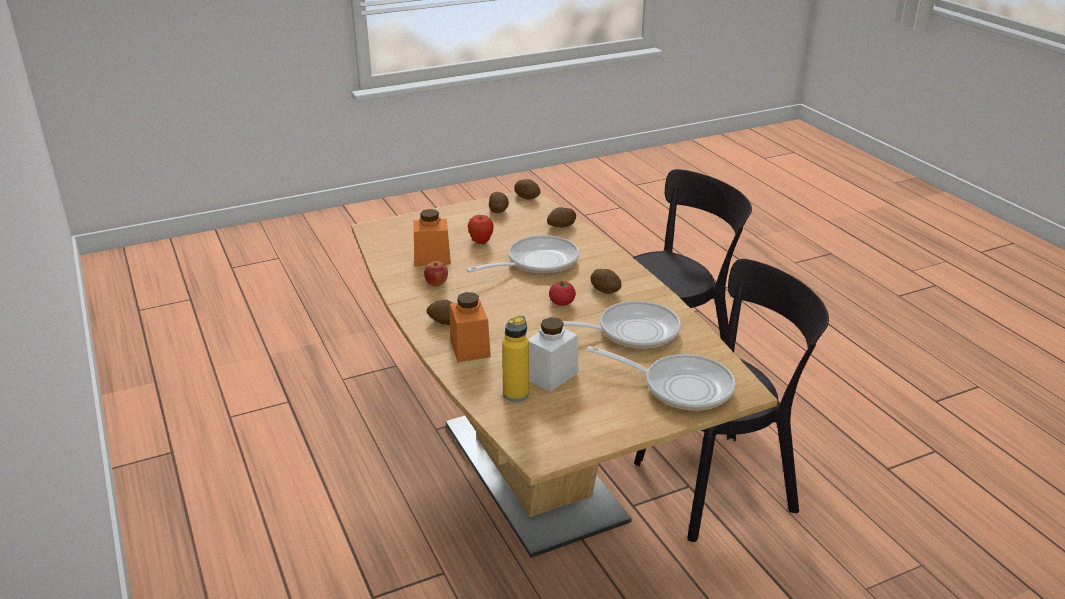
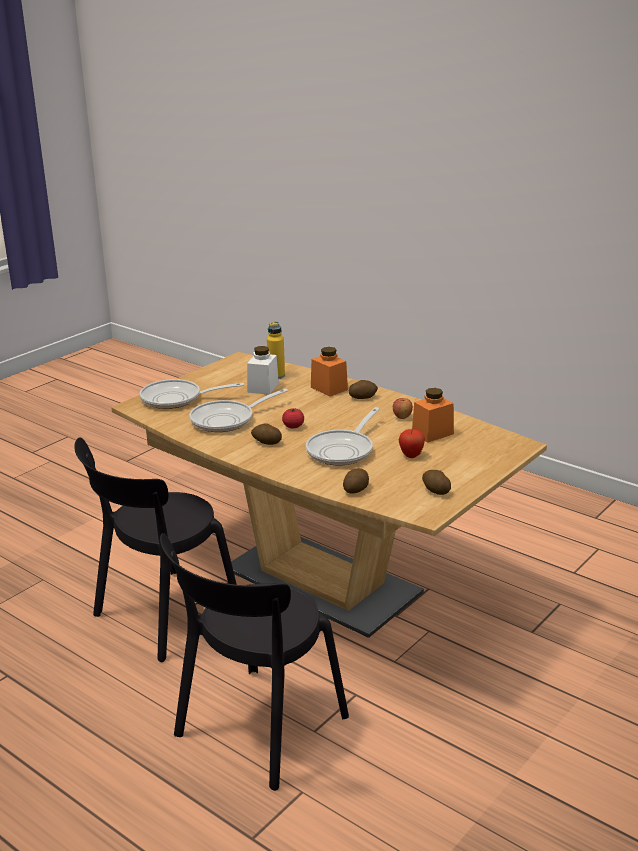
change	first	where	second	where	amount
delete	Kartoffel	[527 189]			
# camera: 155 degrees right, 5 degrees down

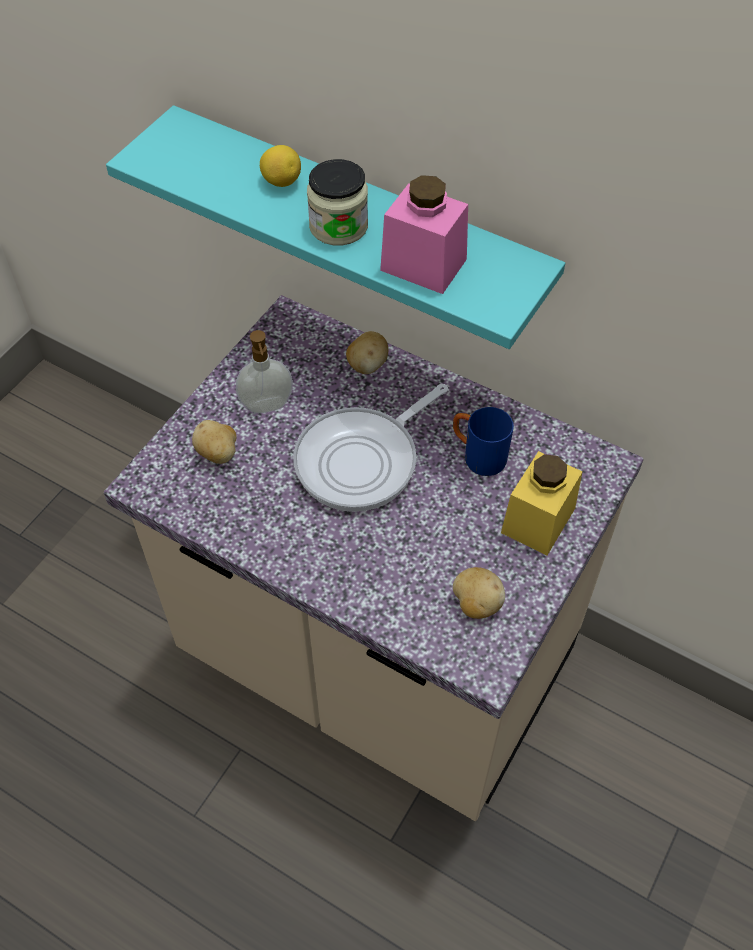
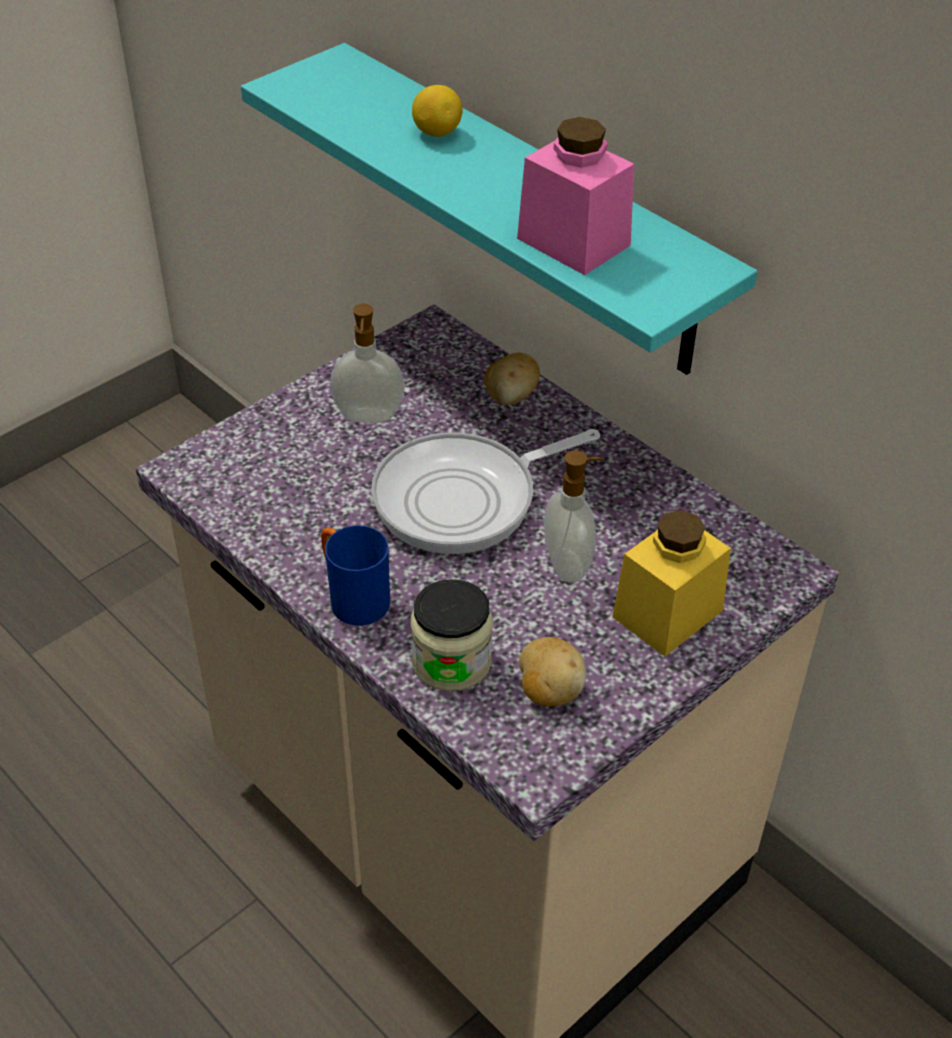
change	first	where	second	where	amount
move	Henkelbecher (blau)	[483 441]		[355 575]	
move	Vorratsglas	[337 202]		[452 635]	
insert			Seifenspender	[574 516]	
delete	Kartoffel	[214 442]			
# camera: 15 degrees right, 10 degrees down

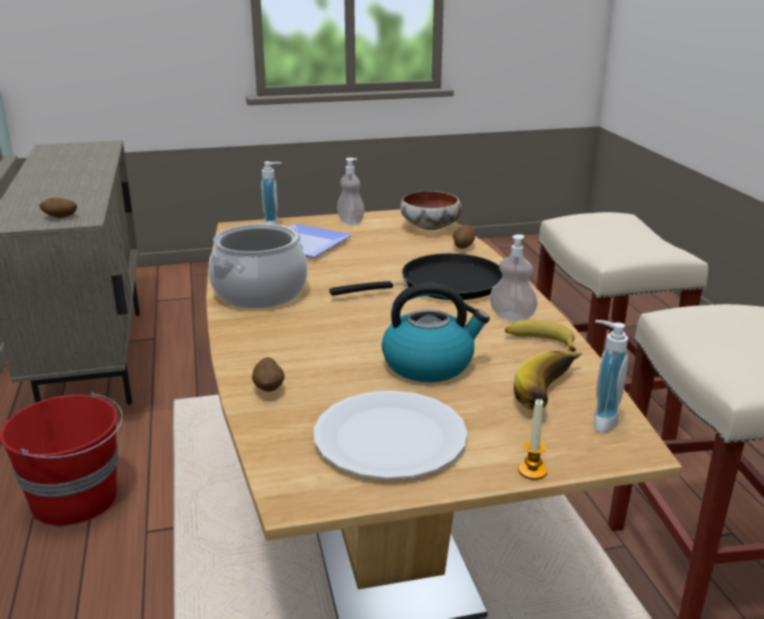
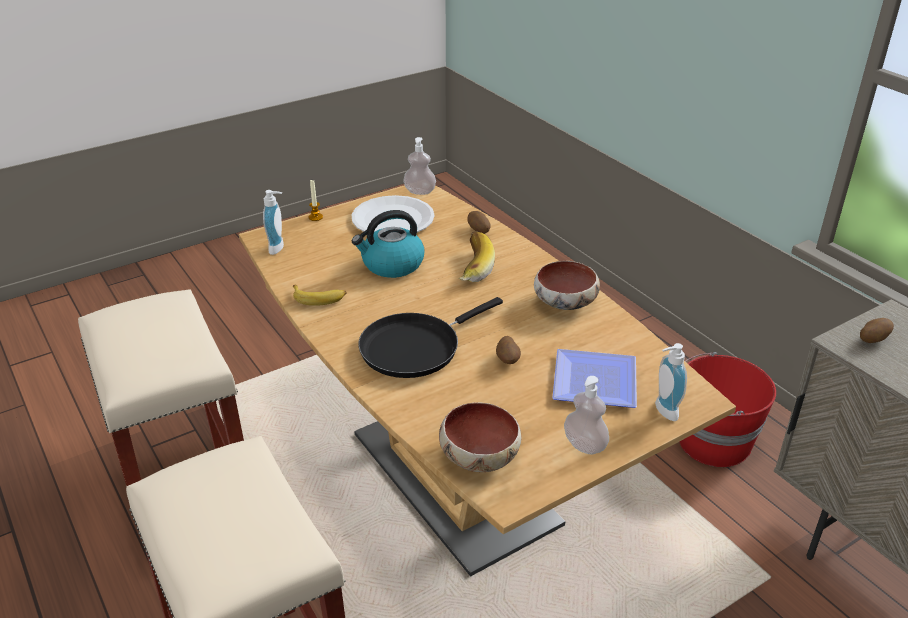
change	first	where	second	where	amount
move	Seifenspender	[514 277]		[419 166]	
move	Banane	[548 380]		[477 256]	
move	Kartoffel	[464 237]		[508 350]	
replace	Kochtopf	[258 266]	Schüssel	[567 285]	
# camera: 160 degrees right, 10 degrees up

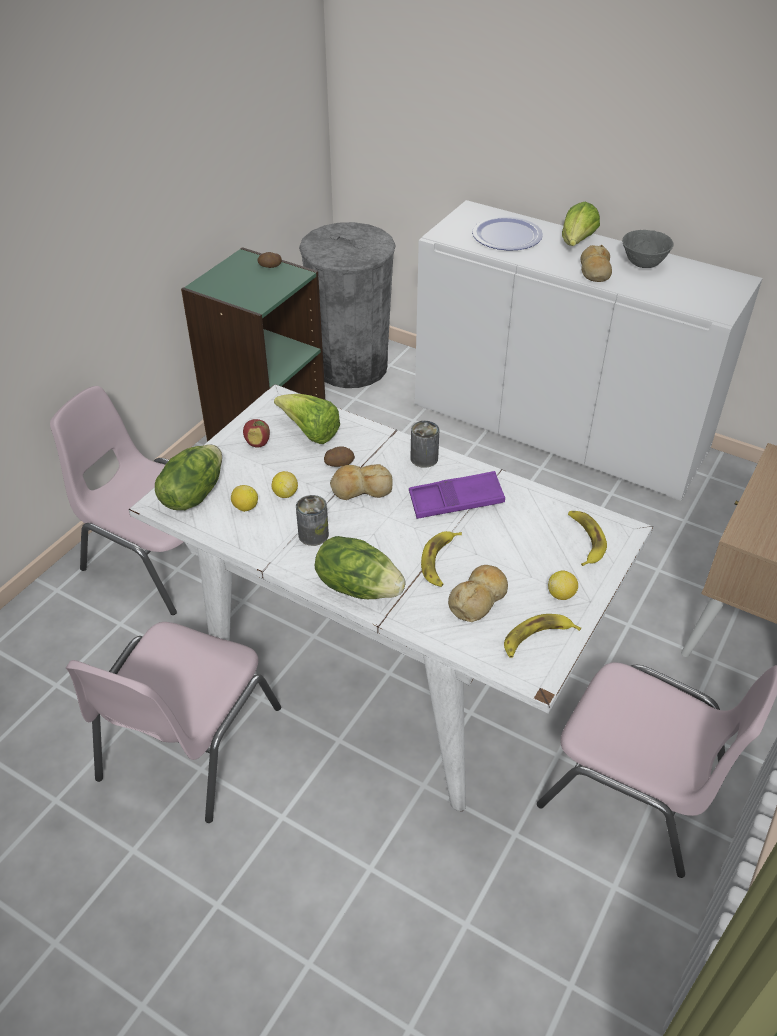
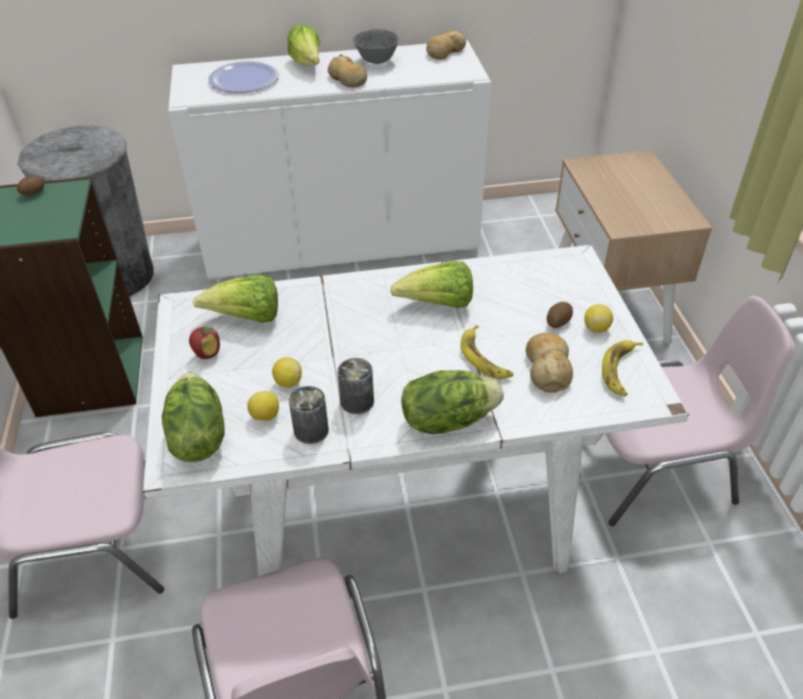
change	first	where	second	where	amount
move	Dose	[424 444]		[309 415]	
replace	Tablett (lila)	[457 495]	Salatkopf	[431 284]	
move	Brot	[361 482]		[446 44]	
move	Kartoffel	[339 456]		[560 315]	
delete	Banane	[587 538]			
# camera: 40 degrees left, 0 degrees up

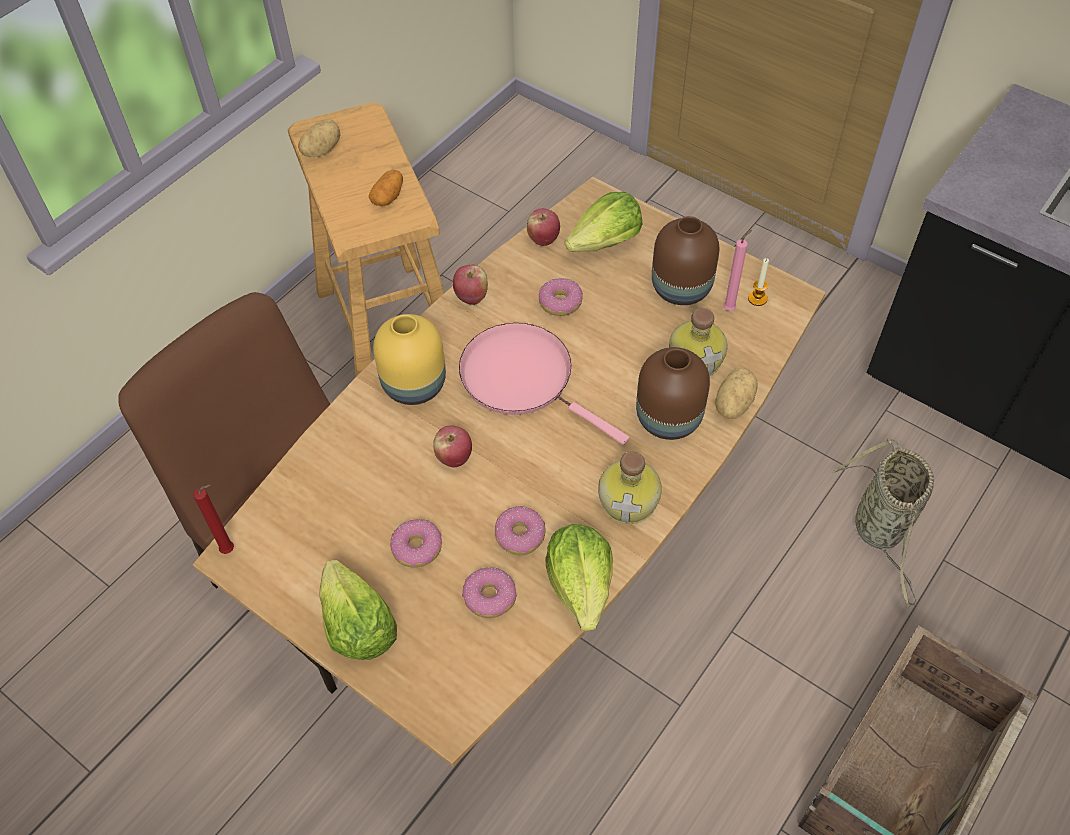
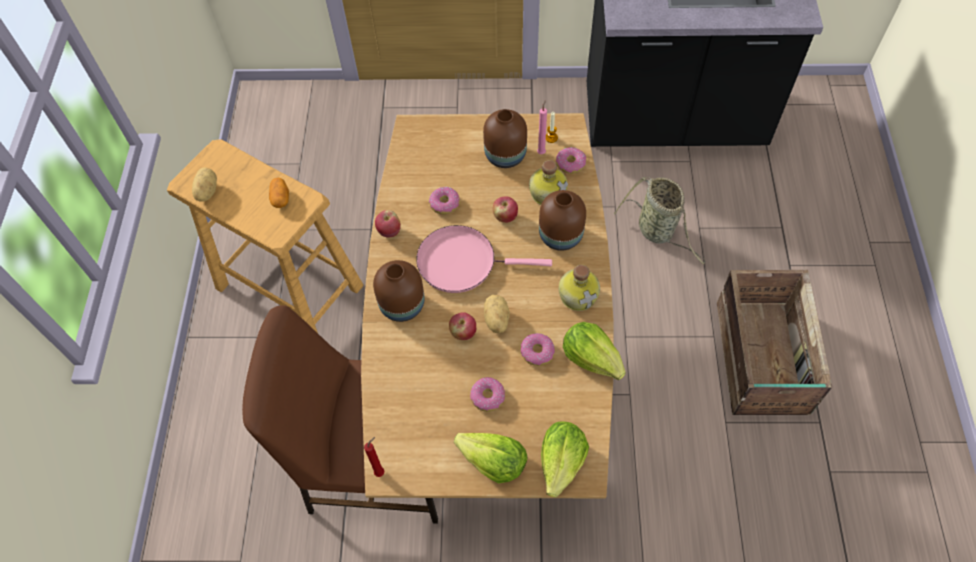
change	first	where	second	where	amount
recolor	Vase (gelb)	[409 359]	Vase (braun)	[399 291]	
move	Kartoffel	[736 393]		[497 314]	
move	Apfel	[543 227]		[505 209]	
move	Salatkopf	[604 222]		[565 459]	
move	Donut	[489 592]		[571 160]	
# camera: 35 degrees left, 5 degrees up

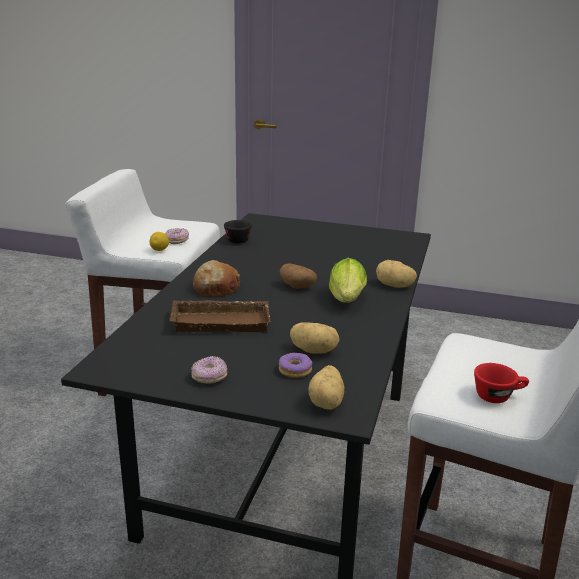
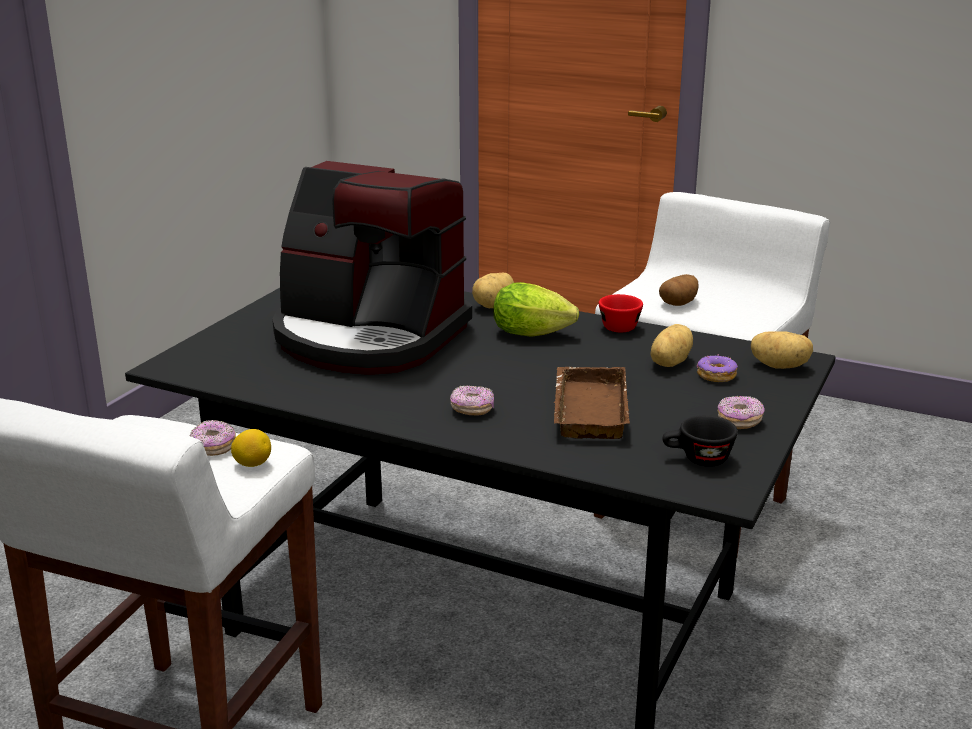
change	first	where	second	where	amount
insert			Kaffeemaschine	[372 268]	
replace	Brot	[217 278]	Donut	[472 400]	
move	Tasse (rot)	[501 383]		[621 313]	
move	Kartoffel	[298 276]		[679 290]	
move	Tasse (schwarz)	[238 231]		[700 441]	
# camera: 80 degrees left, 0 degrees up

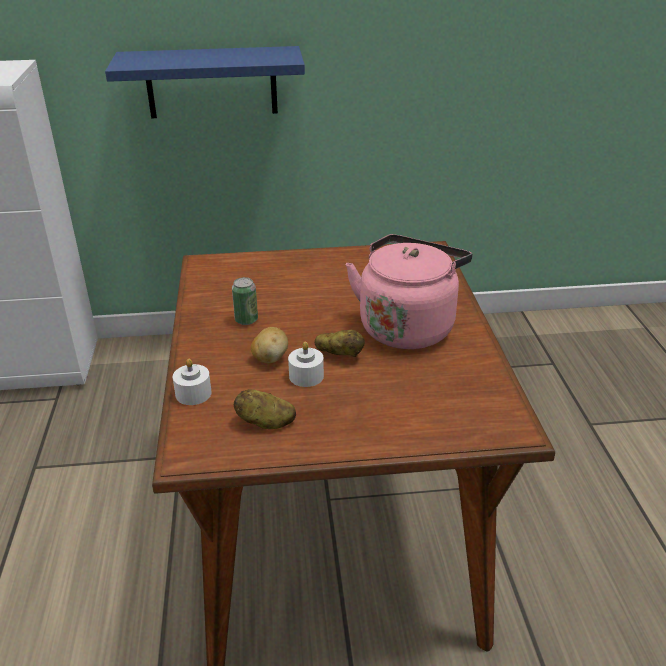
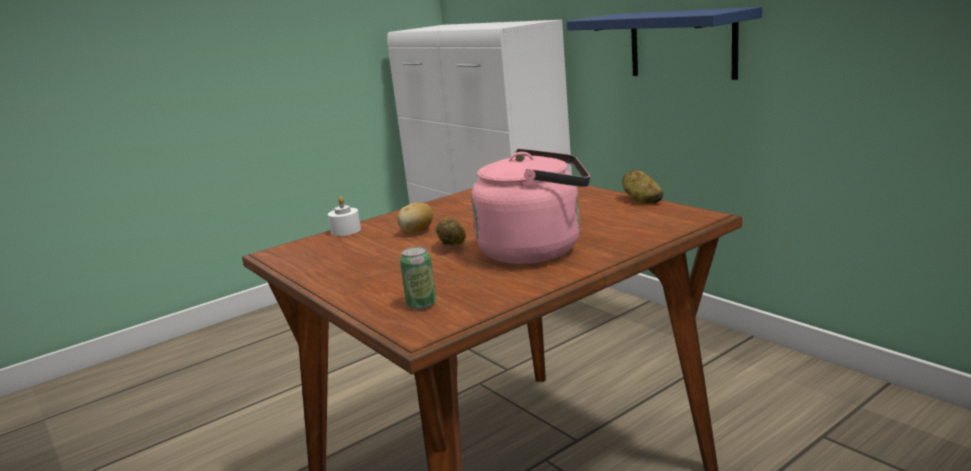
change	first	where	second	where	amount
move	Dose	[245 301]		[418 278]	
move	Kartoffel	[265 409]		[642 187]	
delete	Kerze (weiß)	[306 364]			
# camera: 60 degrees right, 15 degrees down

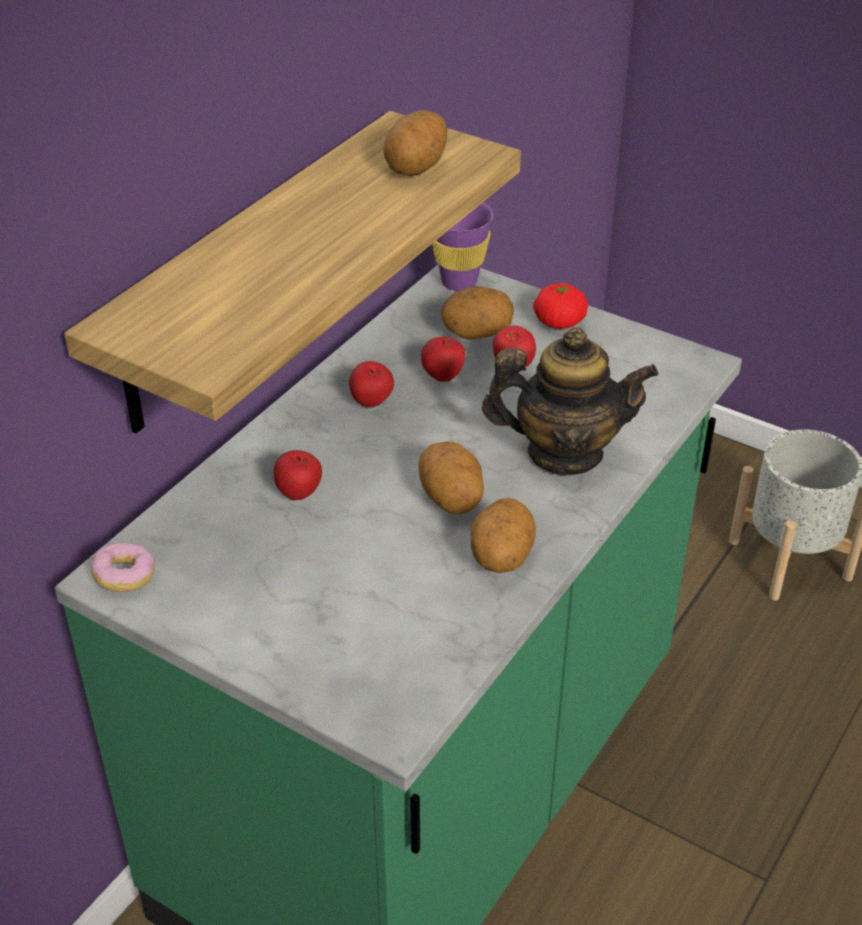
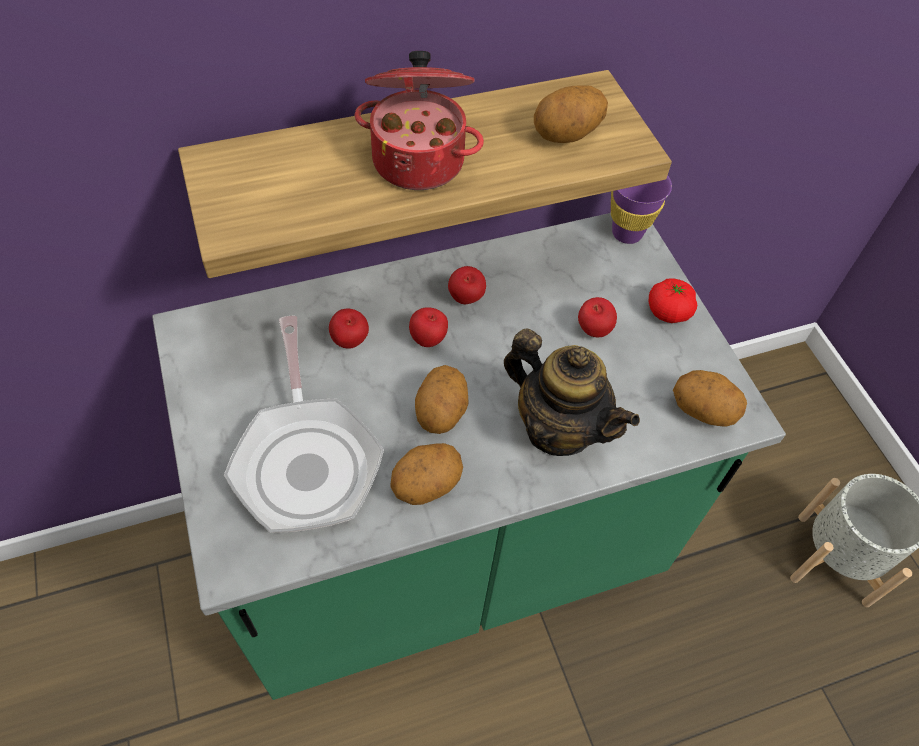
change	first	where	second	where	amount
insert			Pfanne	[304 424]	
insert			Kochtopf	[419 120]	
move	Apfel	[443 359]		[428 327]	
move	Kartoffel	[477 312]		[710 398]	
delete	Donut	[123 567]			
# camera: 35 degrees right, 15 degrees up

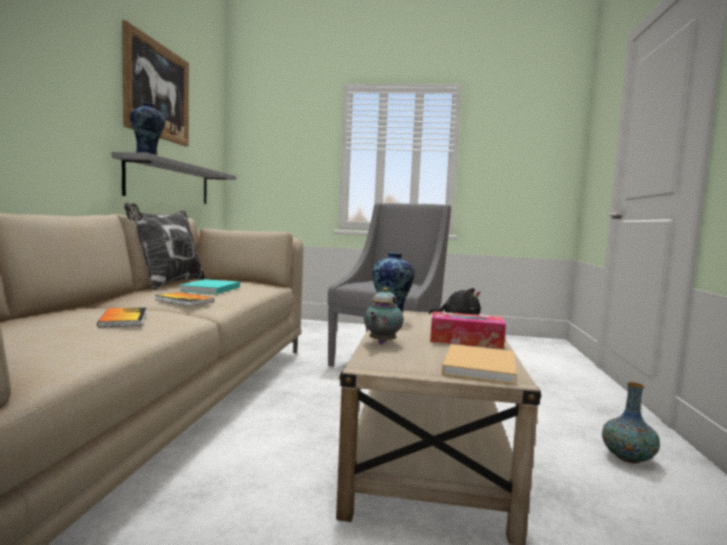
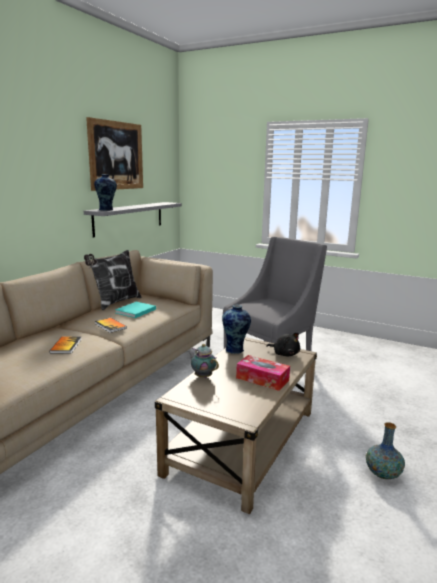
change	first	where	second	where	amount
rotate	Teekanne	[384 315]		[203 361]	90 degrees clockwise
delete	Buch (beige)	[479 364]			
# camera: 20 degrees right, 10 degrees up

